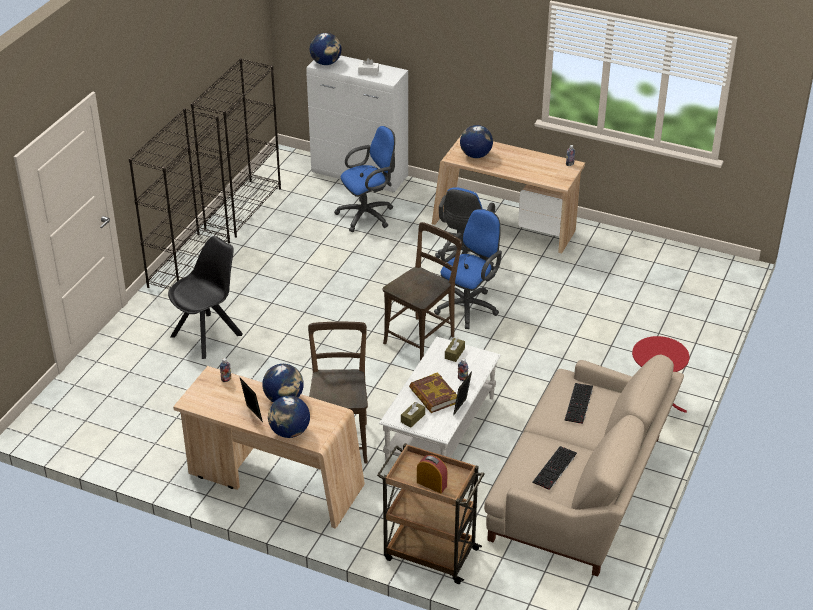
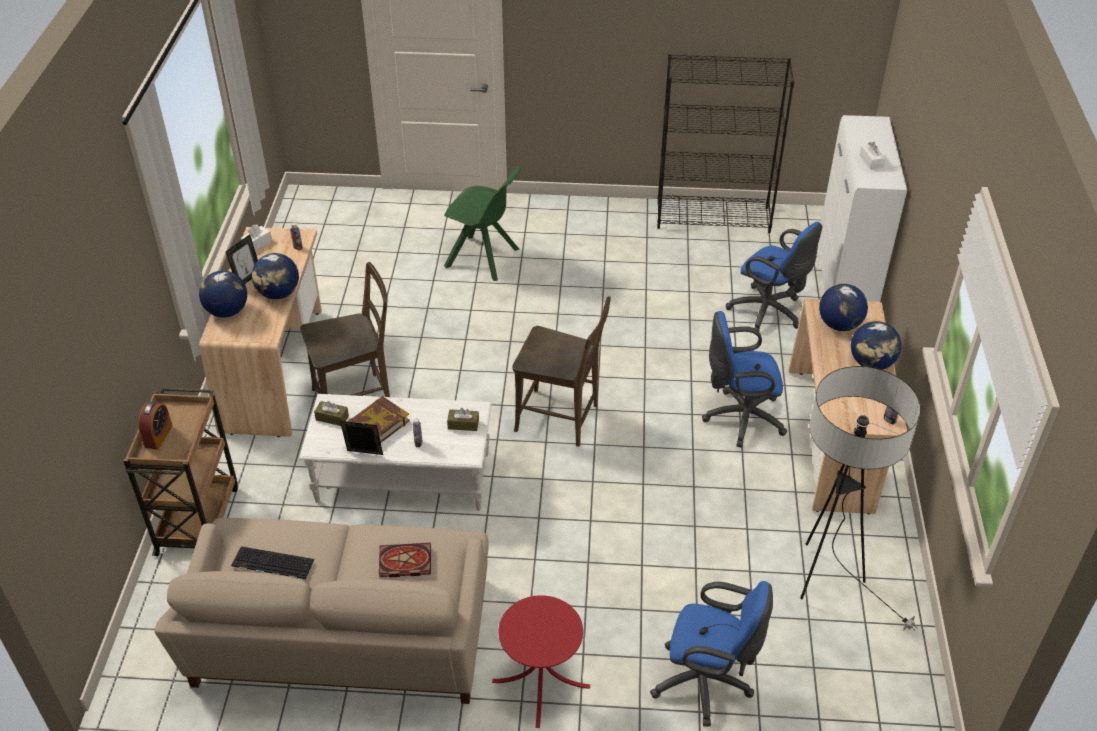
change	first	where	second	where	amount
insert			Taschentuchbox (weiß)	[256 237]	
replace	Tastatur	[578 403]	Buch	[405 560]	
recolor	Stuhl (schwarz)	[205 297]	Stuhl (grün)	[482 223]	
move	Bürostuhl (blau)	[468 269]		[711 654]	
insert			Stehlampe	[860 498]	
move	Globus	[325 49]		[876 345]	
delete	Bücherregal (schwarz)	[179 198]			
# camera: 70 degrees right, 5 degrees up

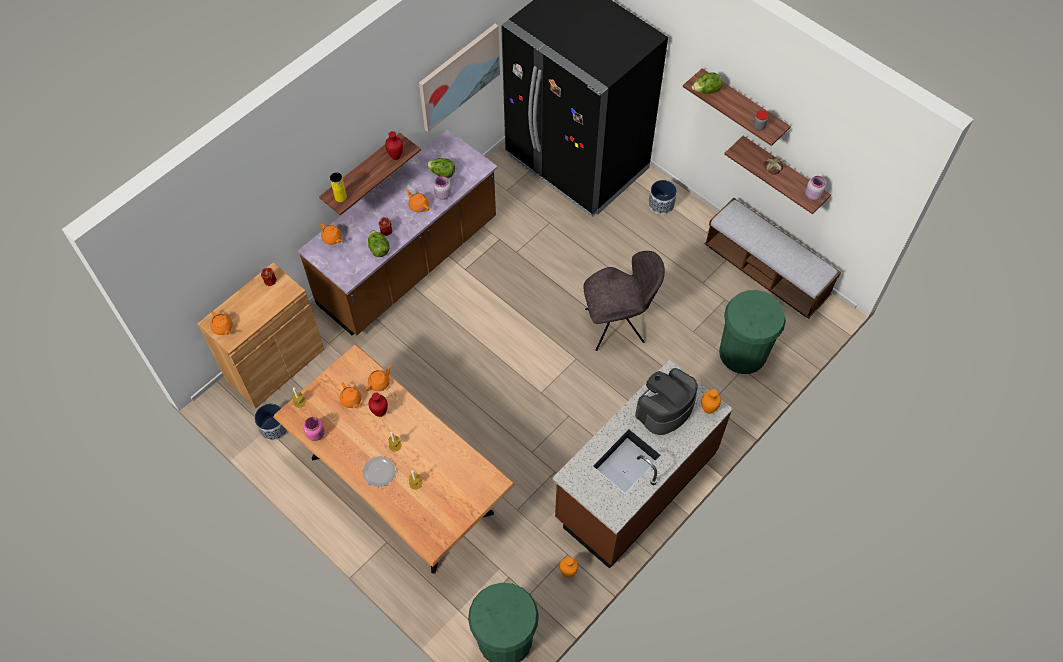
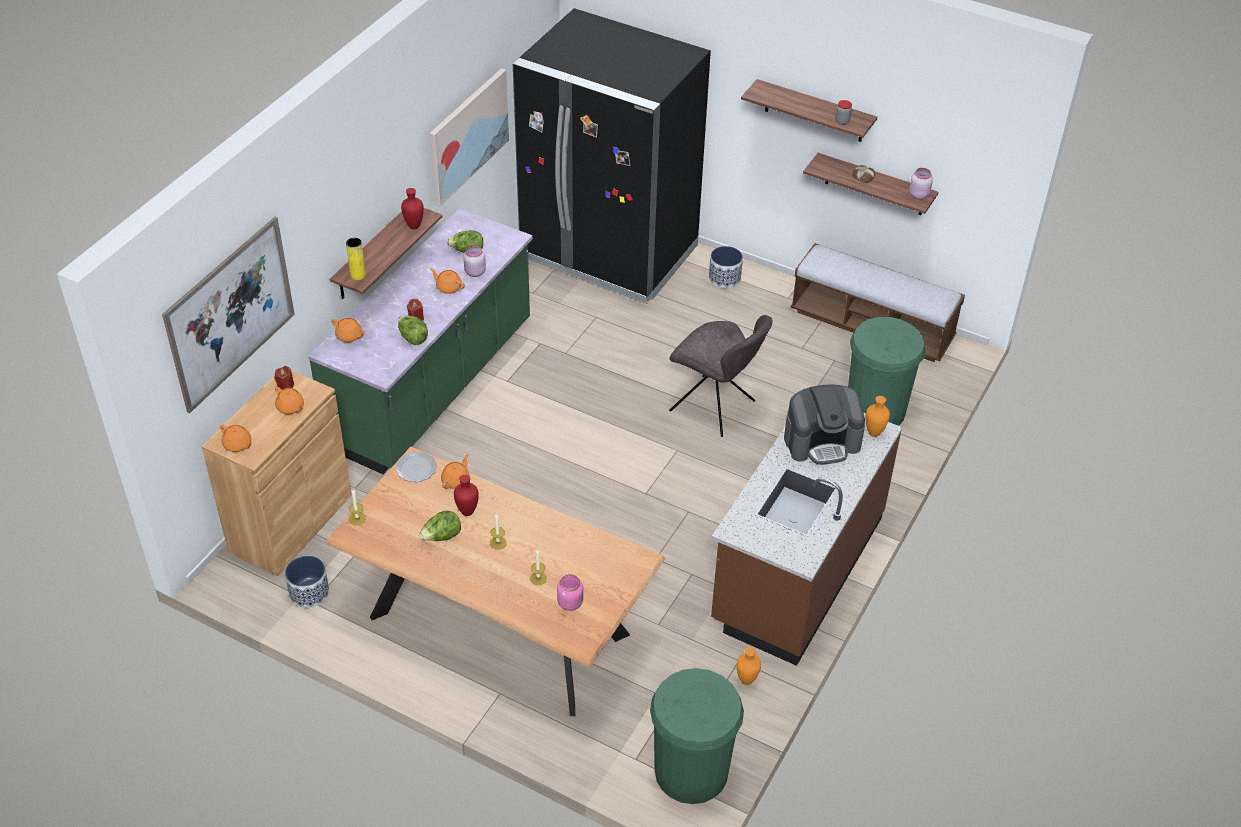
change	first	where	second	where	amount
insert			Bild	[228 315]	
move	Teekanne (orange)	[351 395]		[289 400]	
recolor	Küchenzeile (braun)	[397 232]	Küchenzeile (grün)	[420 341]	
move	Teller	[379 471]		[416 467]	
move	Salatkopf	[707 83]		[440 526]	
move	Vorratsglas (rosa)	[314 429]		[570 592]	
rotate	Stuhl (grau)	[624 301]		[720 376]	60 degrees clockwise
rotate	Kaffeemaschine	[666 401]		[824 424]	135 degrees counterclockwise
# camera: 15 degrees left, 15 degrees down

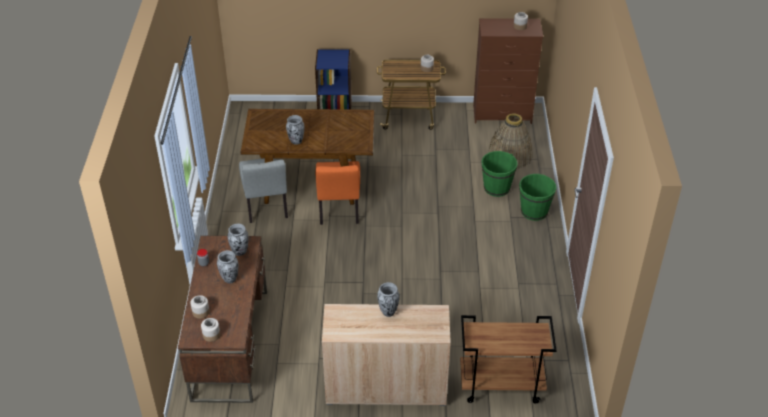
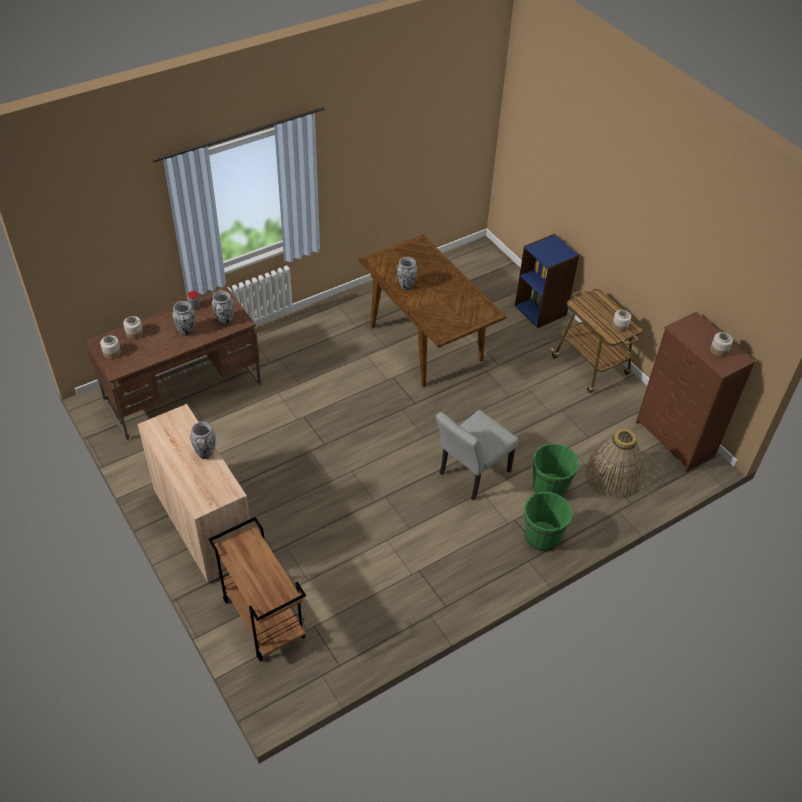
change	first	where	second	where	amount
move	Stuhl (grau)	[263 190]		[477 455]	
delete	Stuhl (orange)	[337 193]			
# camera: 55 degrees right, 5 degrees up

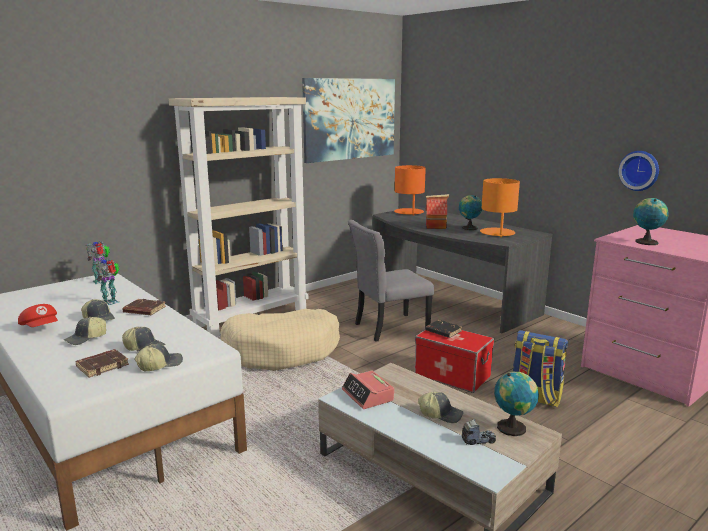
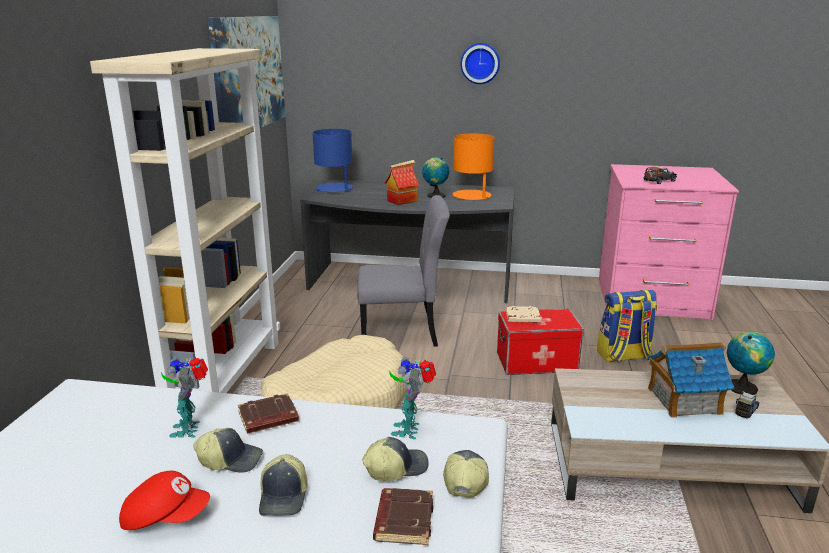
change	first	where	second	where	amount
recolor	Tischlampe (orange)	[410 190]	Tischlampe (blau)	[333 160]	
rotate	Stuhl (grau)	[391 281]		[403 270]	120 degrees counterclockwise
move	Spielzeugroboter	[98 262]		[413 397]	
move	Wanduhr	[638 171]		[480 63]	
recolor	Buch (schwarz)	[444 329]	Buch (beige)	[523 314]	
replace	Globus	[651 221]	Spielzeugauto	[660 175]	
replace	Kappe	[441 407]	Spielzeughaus	[690 380]	
delete	Wecker	[368 389]			
# camera: 40 degrees left, 5 degrees up

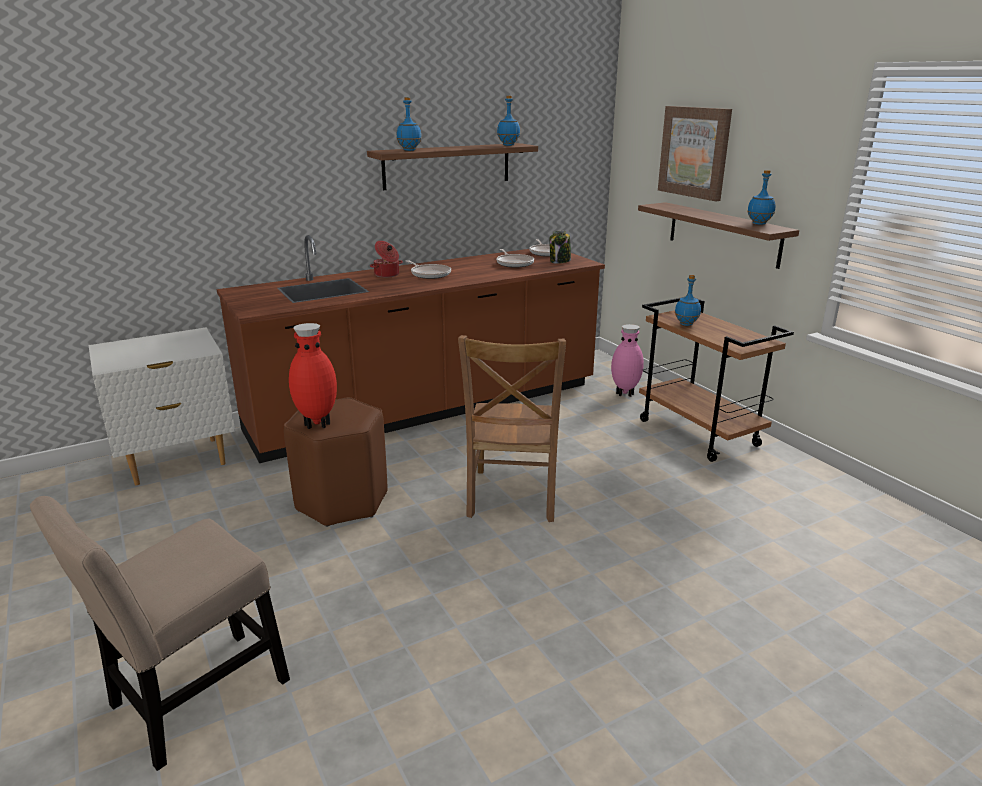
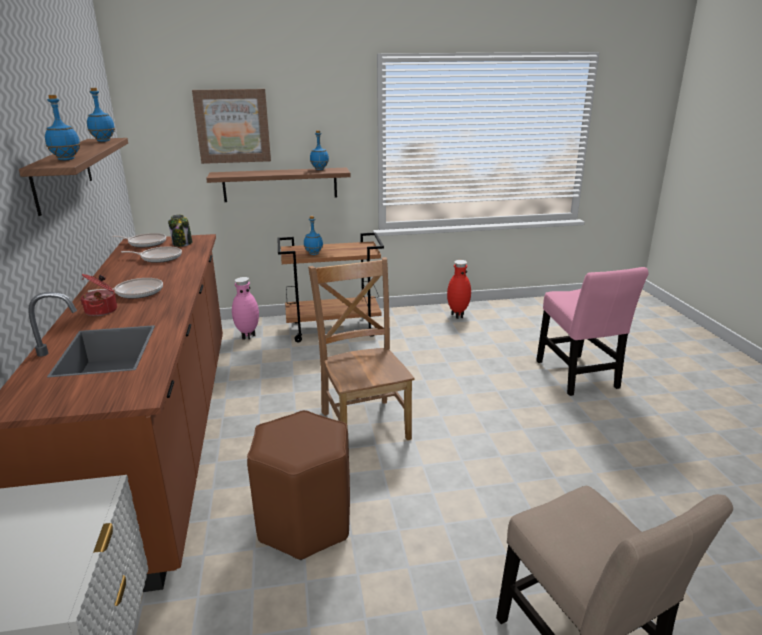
change	first	where	second	where	amount
rotate	Stuhl (braun)	[512 428]		[361 348]	135 degrees counterclockwise
move	Vase (rot)	[313 376]		[459 289]	
insert			Stuhl (rosa)	[592 331]	
# camera: 70 degrees left, 0 degrees up

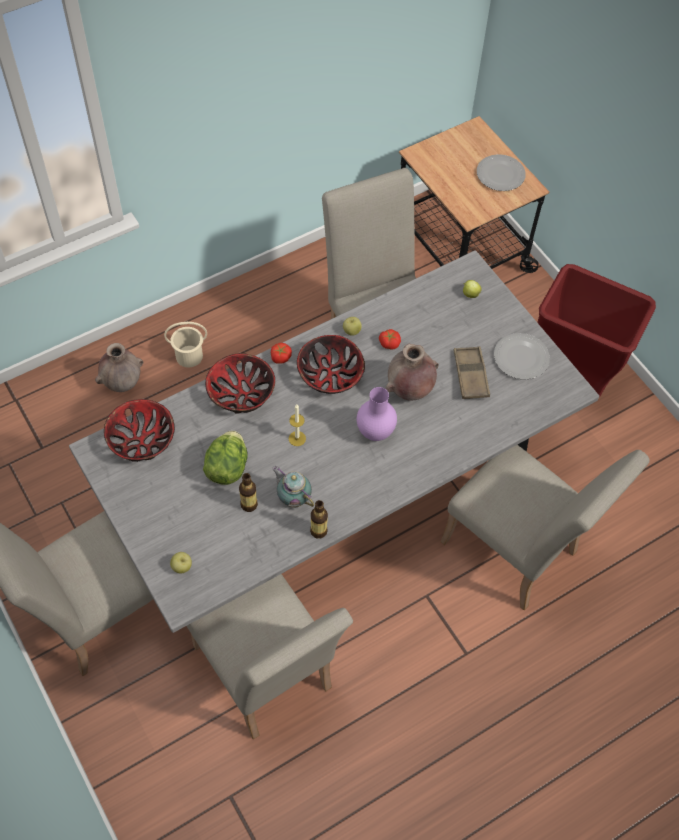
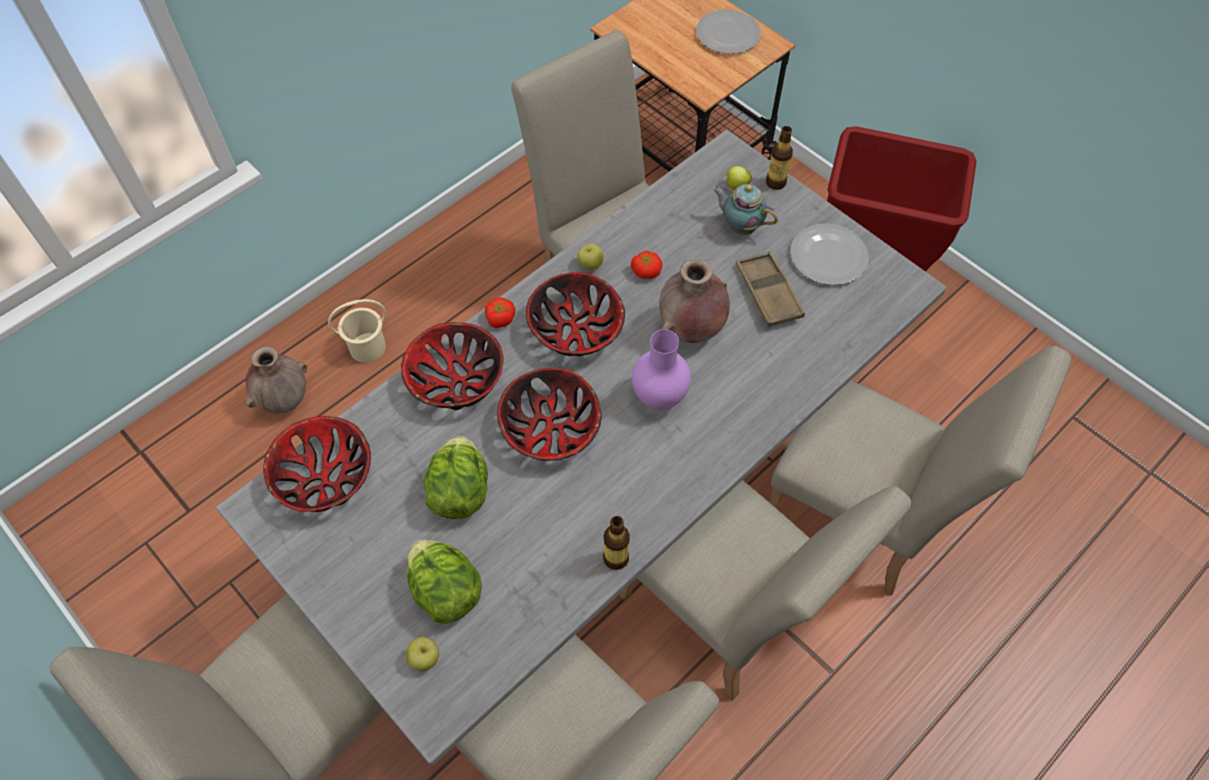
change	first	where	second	where	amount
insert			Salatkopf	[444 582]	
replace	Kerze	[297 425]	Schüssel	[549 414]	
insert			Stuhl (beige)	[765 590]	
move	Teekanne	[293 487]		[745 209]	
move	Flasche	[248 492]		[779 158]	
# camera: 10 degrees left, 0 degrees up

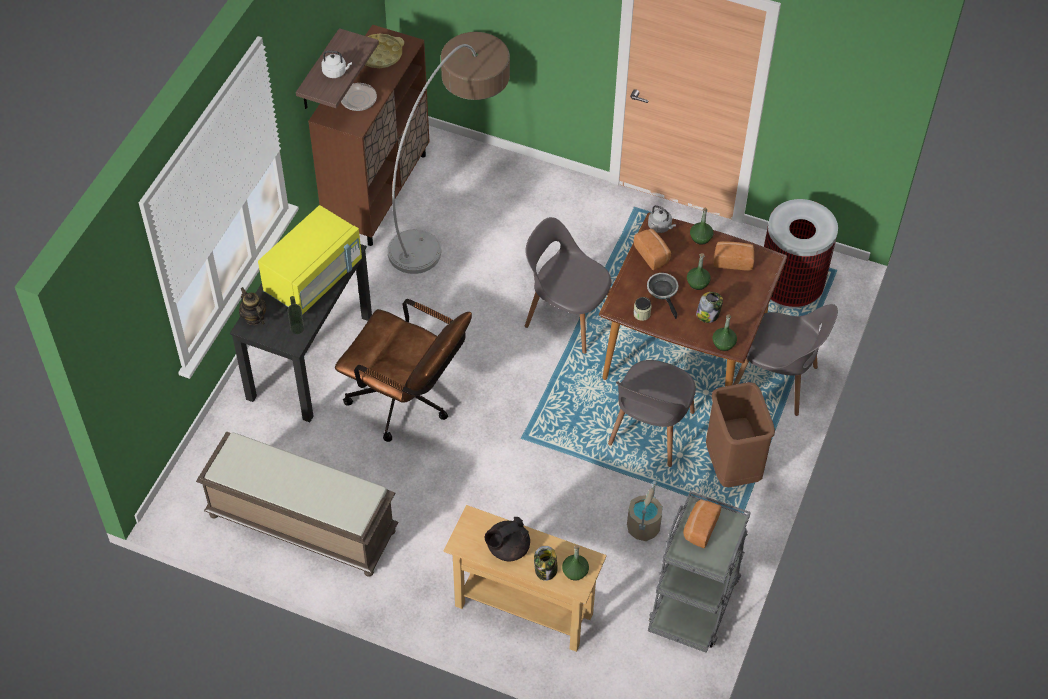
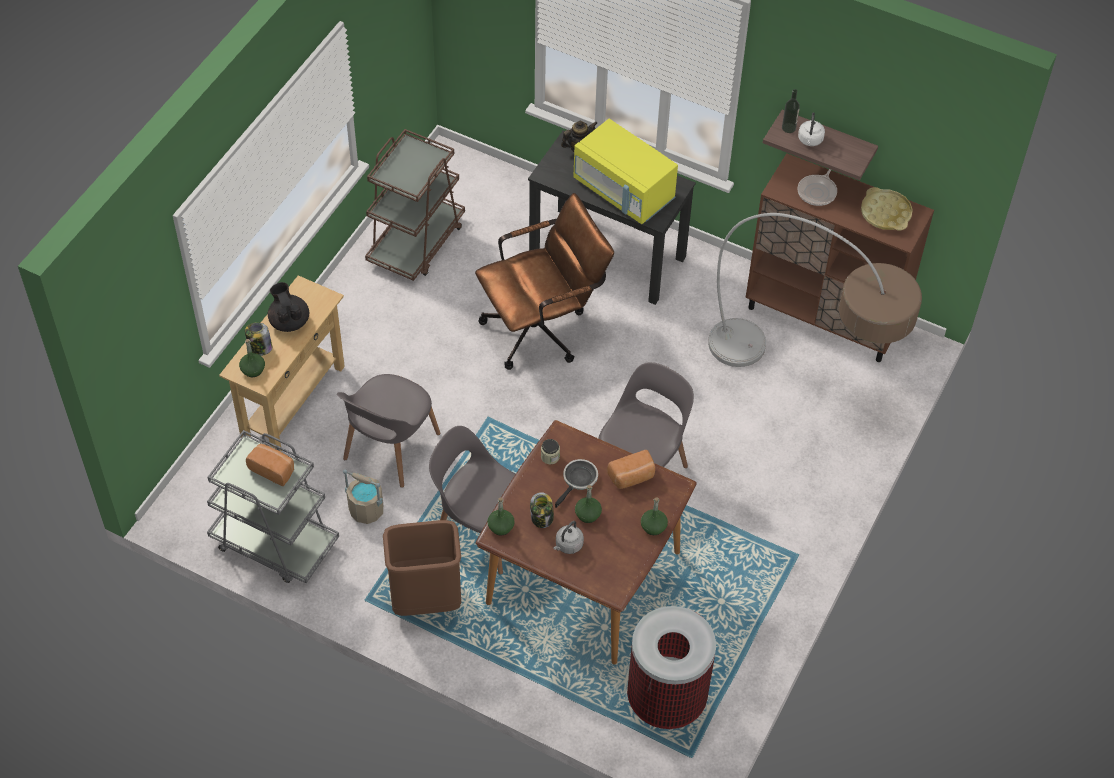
change	first	where	second	where	amount
move	Stuhl (grau)	[785 360]		[389 431]	
replace	Bank (braun)	[297 504]	Rollwagen (braun)	[415 205]	
rotate	Bürostuhl (braun)	[403 370]		[544 281]	150 degrees counterclockwise
move	Wasserkessel (grau)	[662 219]		[568 537]	
rotate	Pfanne	[662 296]		[576 483]	45 degrees counterclockwise
move	Flasche	[295 315]		[791 111]	
delete	Brot	[734 256]			
# camera: 95 degrees right, 0 degrees up

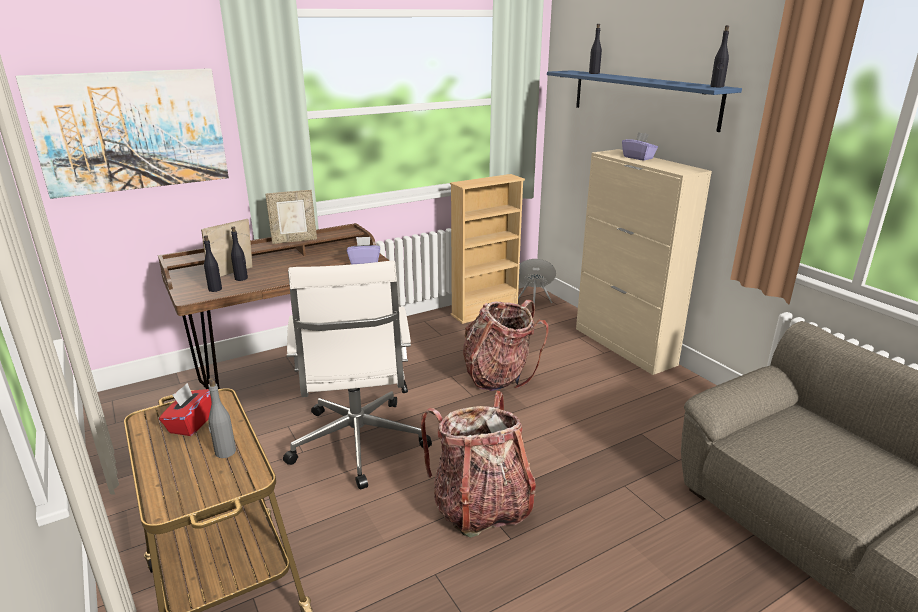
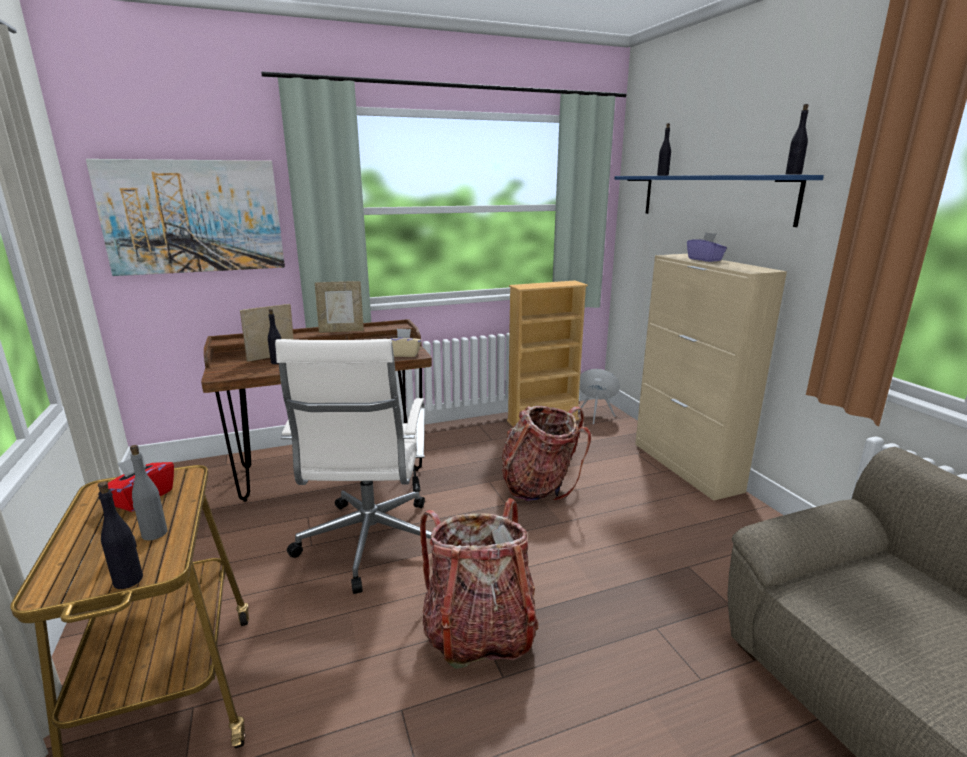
change	first	where	second	where	amount
move	Flasche (schwarz)	[213 263]		[120 535]	
recolor	Taschentuchbox (lila)	[363 250]	Taschentuchbox (beige)	[406 343]	
# camera: 10 degrees right, 5 degrees down

